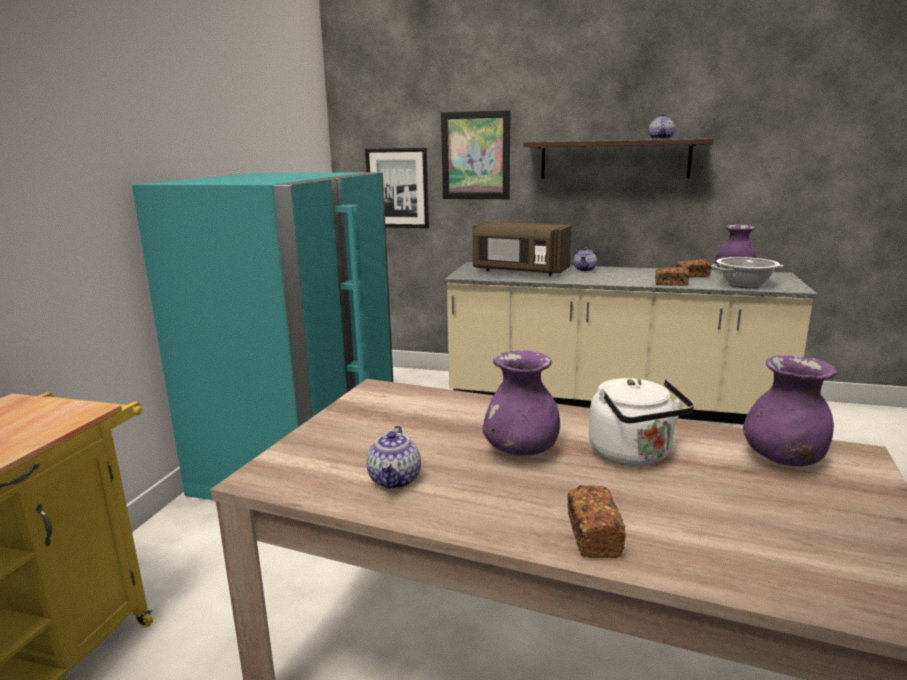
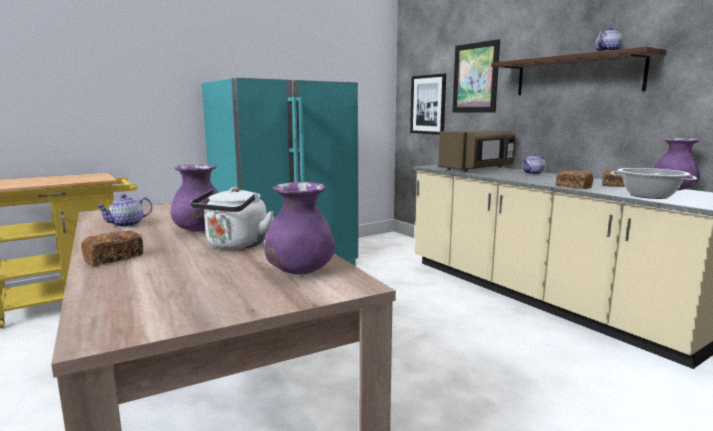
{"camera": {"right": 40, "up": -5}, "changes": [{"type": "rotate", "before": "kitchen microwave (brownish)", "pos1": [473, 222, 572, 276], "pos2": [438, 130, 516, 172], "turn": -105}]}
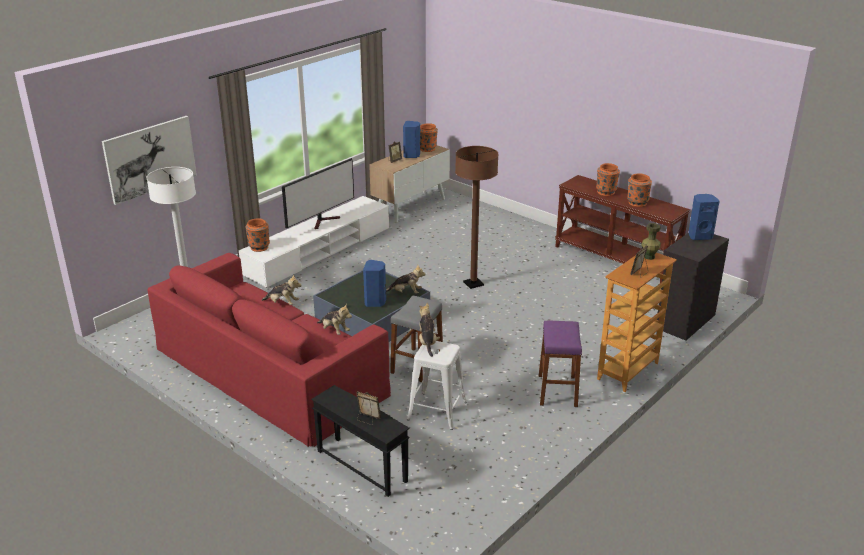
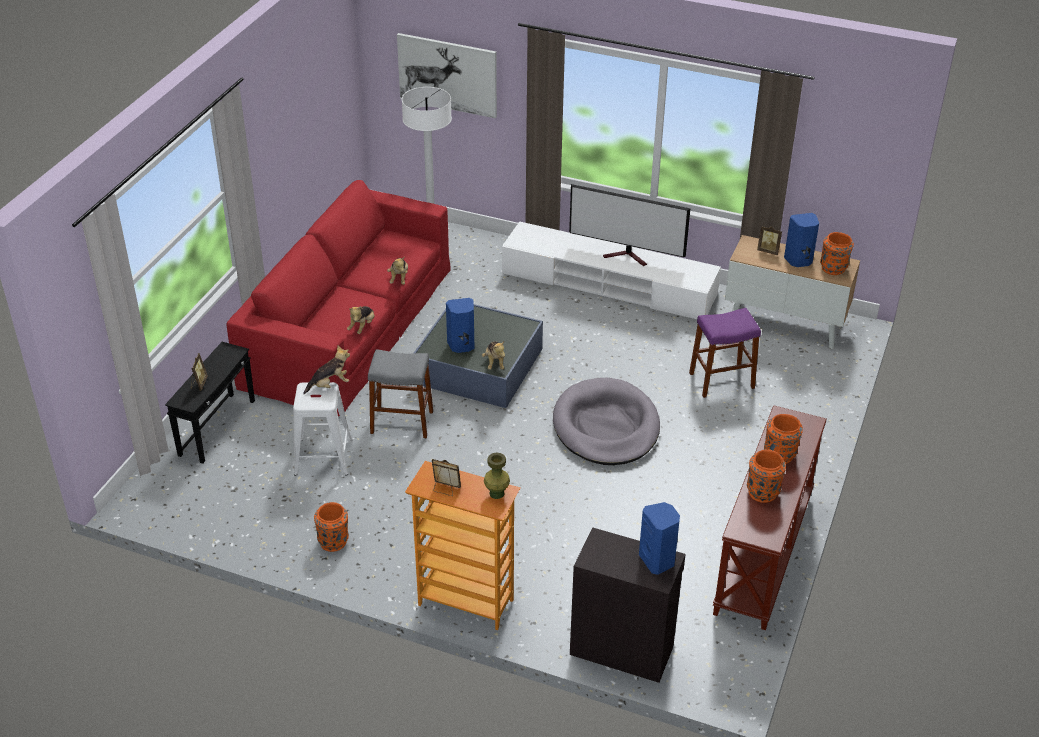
{"camera": {"right": 70, "up": 10}, "changes": [{"type": "replace", "before": "standard lamp (brownish)", "after": "pet bed (greyish)", "pos1": [455, 146, 498, 289], "pos2": [553, 377, 660, 465]}, {"type": "move", "before": "decorative vase (orange-coloured)", "pos1": [246, 218, 270, 252], "pos2": [314, 502, 349, 552]}, {"type": "move", "before": "stool seat (purplish)", "pos1": [539, 320, 582, 407], "pos2": [689, 308, 761, 398]}]}
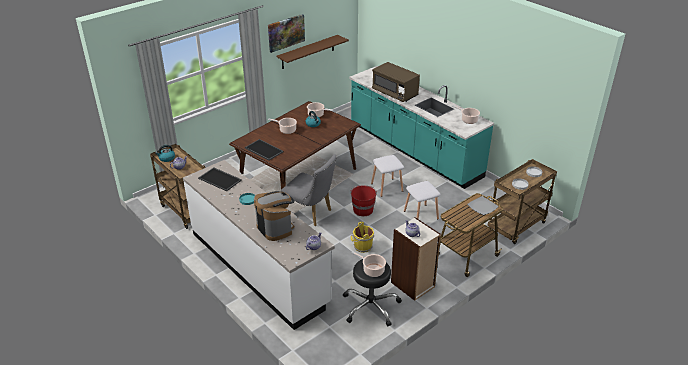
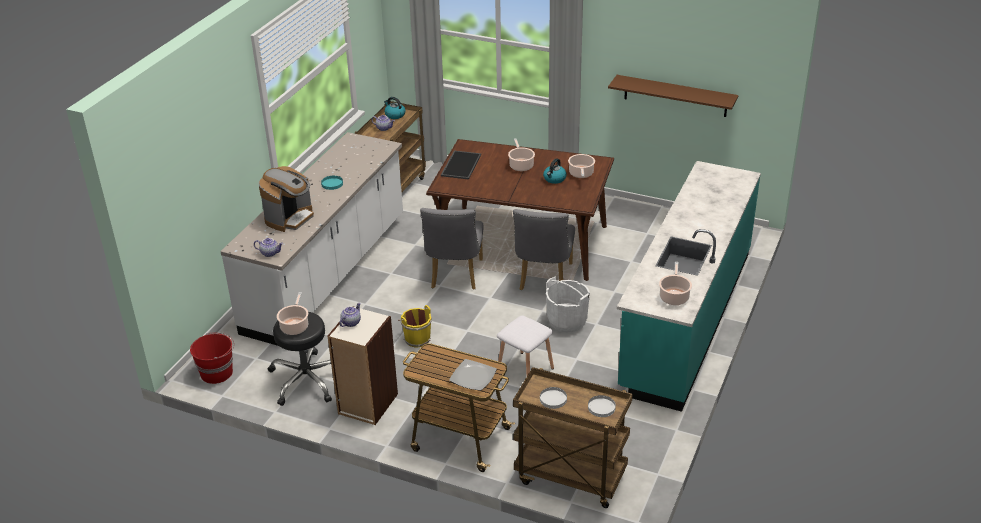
{"camera": {"right": 65, "up": 0}, "changes": [{"type": "delete", "before": "wall art", "pos1": [268, 14, 305, 53]}, {"type": "delete", "before": "kitchen microwave (brownish)", "pos1": [372, 62, 420, 102]}, {"type": "replace", "before": "stool seat (whitish)", "after": "water bucket (whitish)", "pos1": [371, 155, 404, 197], "pos2": [546, 277, 590, 333]}, {"type": "delete", "before": "tray", "pos1": [198, 167, 242, 191]}, {"type": "move", "before": "water bucket (red-coloured)", "pos1": [350, 185, 377, 216], "pos2": [190, 332, 234, 384]}, {"type": "insert", "after": "upright chair (greyish)", "pos2": [513, 209, 575, 290]}]}
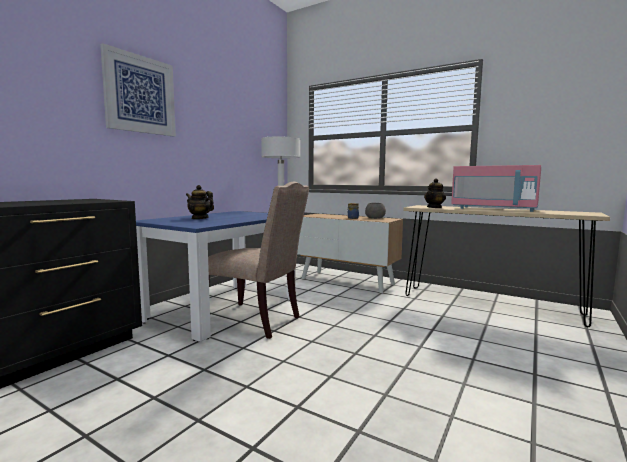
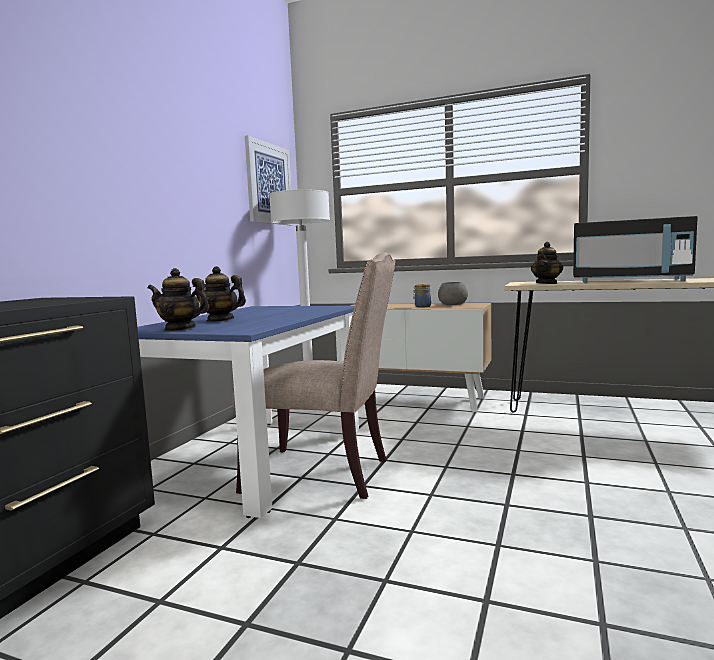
{"camera": {"right": -10, "up": 0}, "changes": [{"type": "move", "before": "wall art", "pos1": [100, 43, 176, 137], "pos2": [245, 135, 293, 225]}, {"type": "recolor", "before": "kitchen microwave (pinkish)", "after": "kitchen microwave (black)", "pos1": [451, 165, 541, 212], "pos2": [573, 216, 698, 283]}, {"type": "insert", "after": "pot for tea", "pos2": [148, 268, 209, 331]}]}
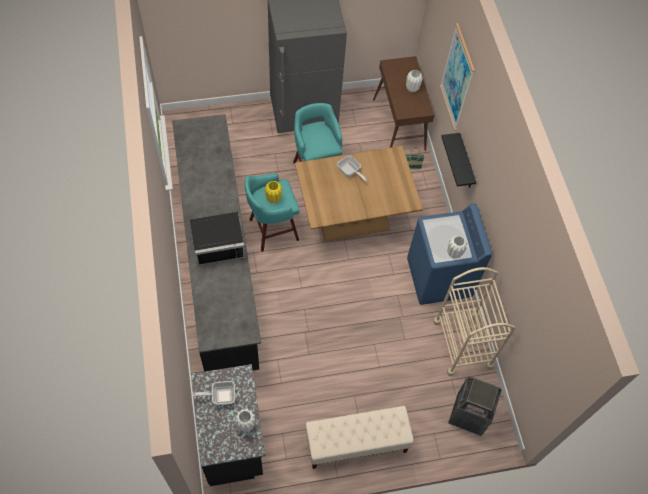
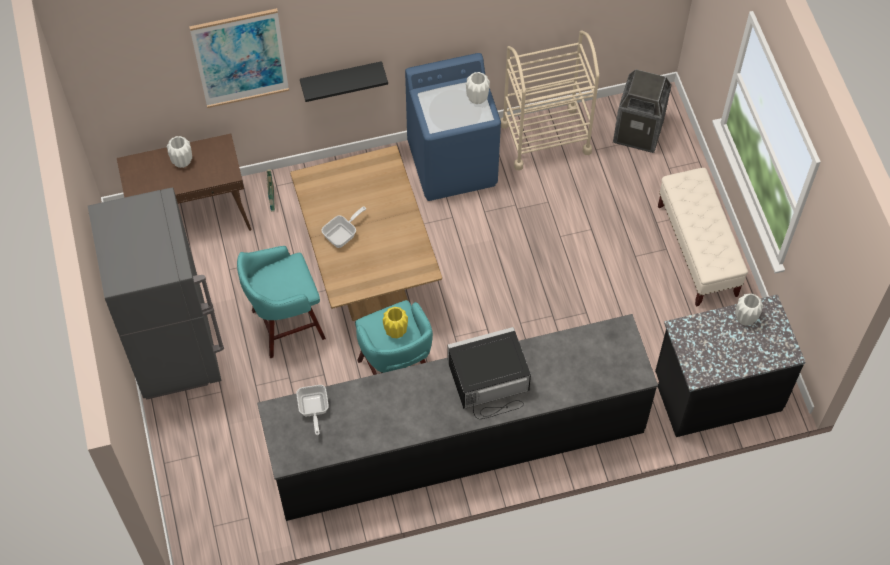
{"camera": {"right": -90, "up": 0}, "changes": [{"type": "rotate", "before": "kitchen microwave (black)", "pos1": [190, 212, 246, 266], "pos2": [448, 327, 531, 419], "turn": -90}, {"type": "move", "before": "frying pan", "pos1": [193, 381, 235, 405], "pos2": [296, 385, 329, 435]}]}
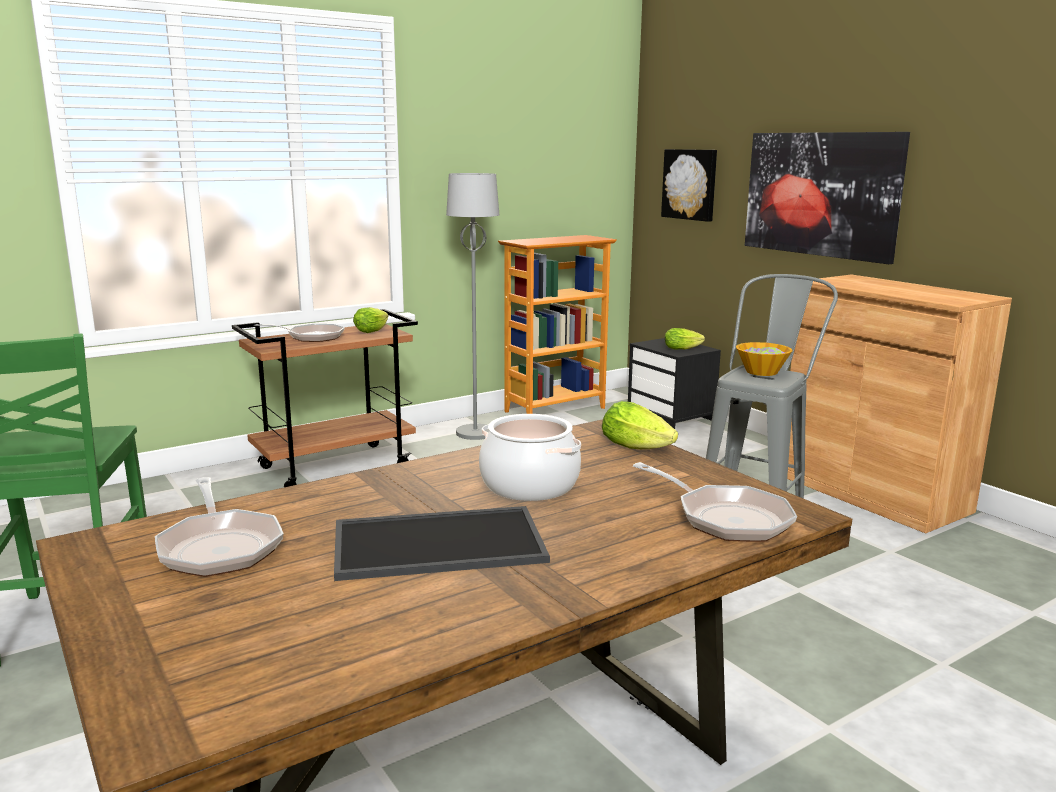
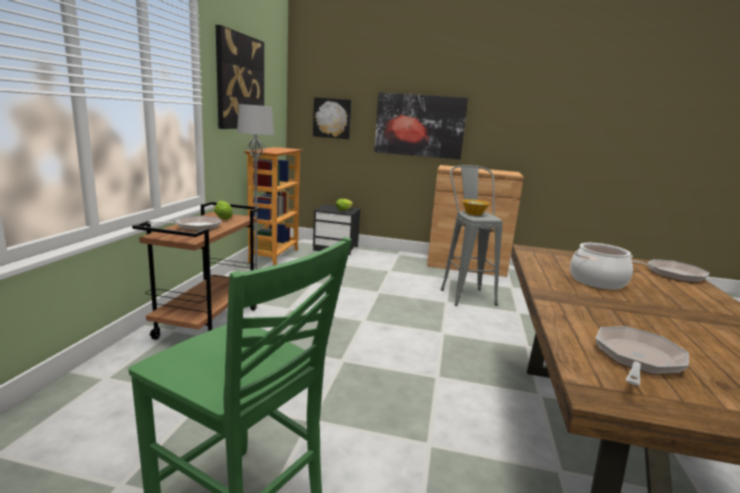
{"camera": {"right": -45, "up": 0}, "changes": [{"type": "delete", "before": "head of lettuce", "pos1": [602, 401, 678, 449]}, {"type": "rotate", "before": "frying pan", "pos1": [155, 477, 284, 577], "pos2": [596, 327, 689, 386], "turn": -75}, {"type": "delete", "before": "tray", "pos1": [334, 506, 550, 581]}, {"type": "insert", "after": "wall art", "pos2": [216, 25, 264, 129]}]}
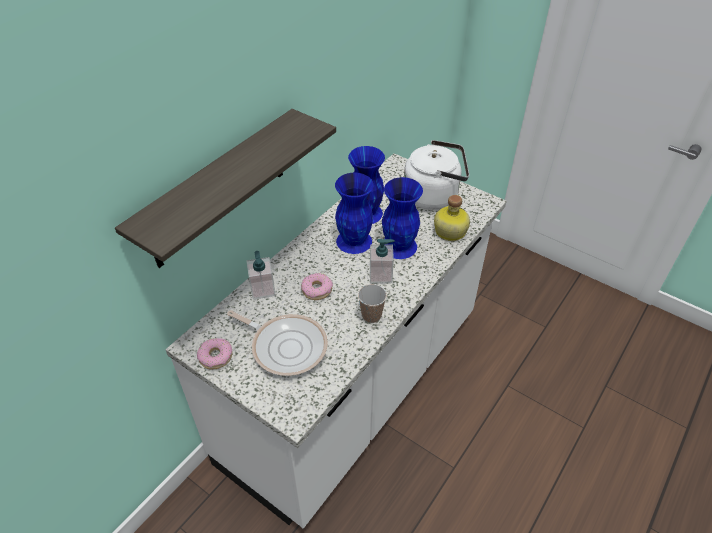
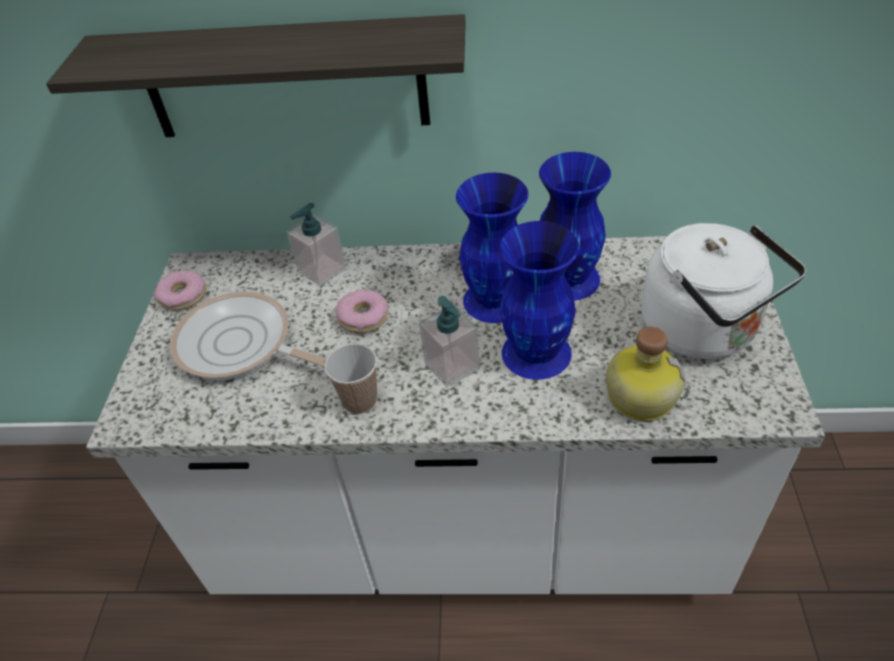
{"camera": {"right": 60, "up": 0}, "changes": [{"type": "rotate", "before": "frying pan", "pos1": [227, 310, 328, 376], "pos2": [170, 291, 327, 380], "turn": 120}]}
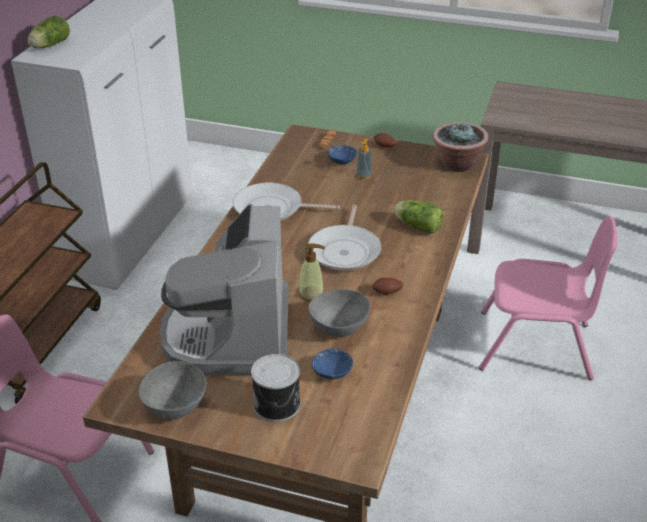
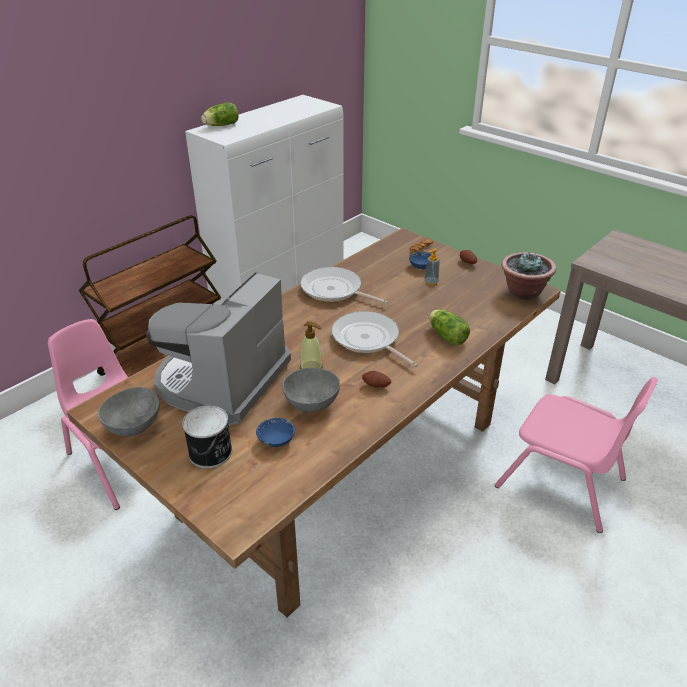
{"camera": {"right": 25, "up": 0}, "changes": [{"type": "rotate", "before": "frying pan", "pos1": [308, 205, 381, 271], "pos2": [332, 311, 418, 367], "turn": 105}]}
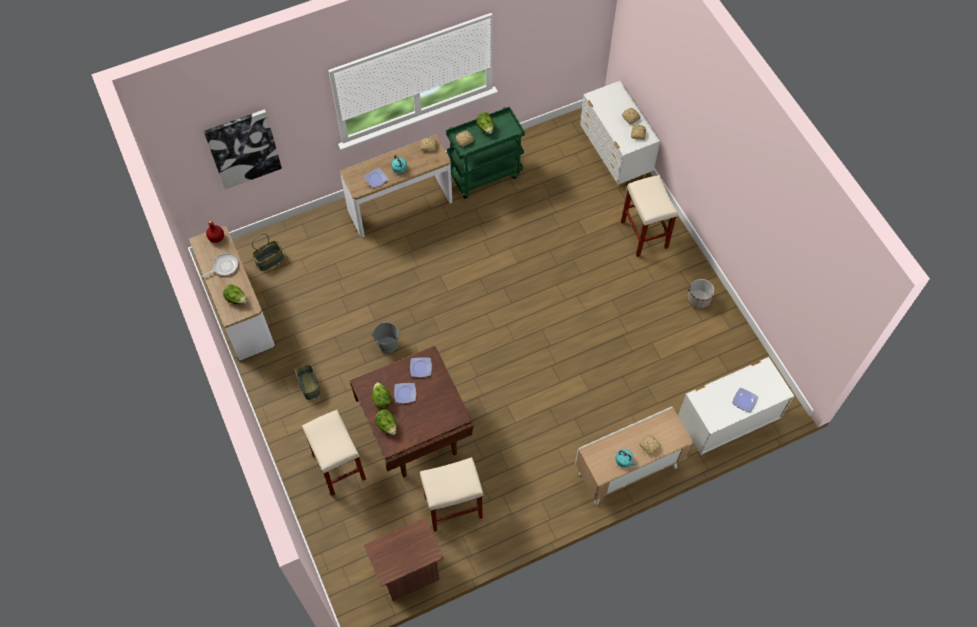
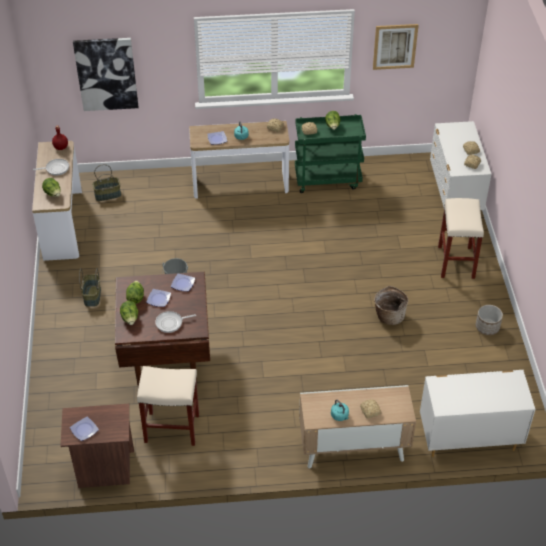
{"camera": {"right": 20, "up": -15}, "changes": [{"type": "move", "before": "dinner plate", "pos1": [732, 388, 758, 412], "pos2": [70, 416, 99, 441]}, {"type": "delete", "before": "stool seat (sand-coloured)", "pos1": [302, 410, 366, 496]}, {"type": "insert", "after": "wall art", "pos2": [373, 24, 419, 70]}, {"type": "insert", "after": "basket", "pos2": [374, 286, 408, 325]}, {"type": "insert", "after": "frying pan", "pos2": [155, 311, 196, 333]}]}
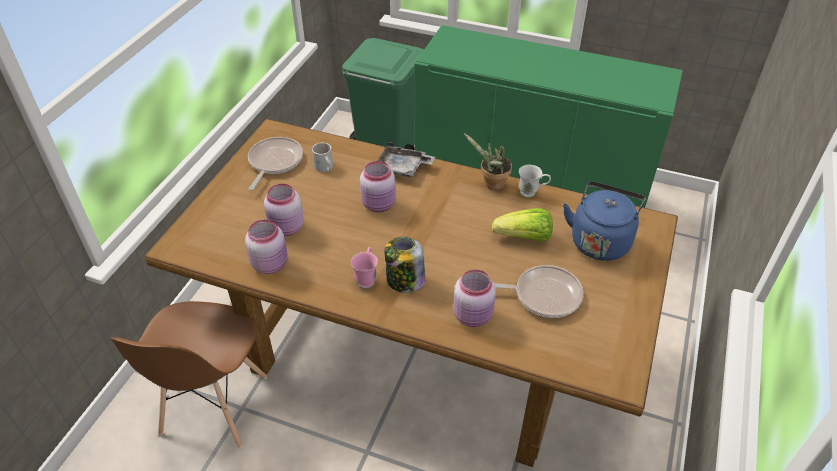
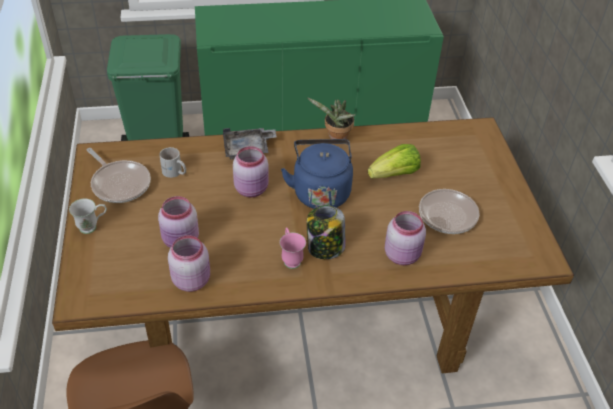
{"camera": {"right": -30, "up": 0}, "changes": [{"type": "rotate", "before": "frying pan", "pos1": [248, 137, 303, 190], "pos2": [87, 148, 151, 203], "turn": 150}, {"type": "move", "before": "coffee mug (whitish)", "pos1": [519, 165, 551, 198], "pos2": [69, 199, 107, 234]}, {"type": "move", "before": "tea kettle (blue-coloured)", "pos1": [563, 181, 646, 261], "pos2": [281, 139, 353, 209]}]}
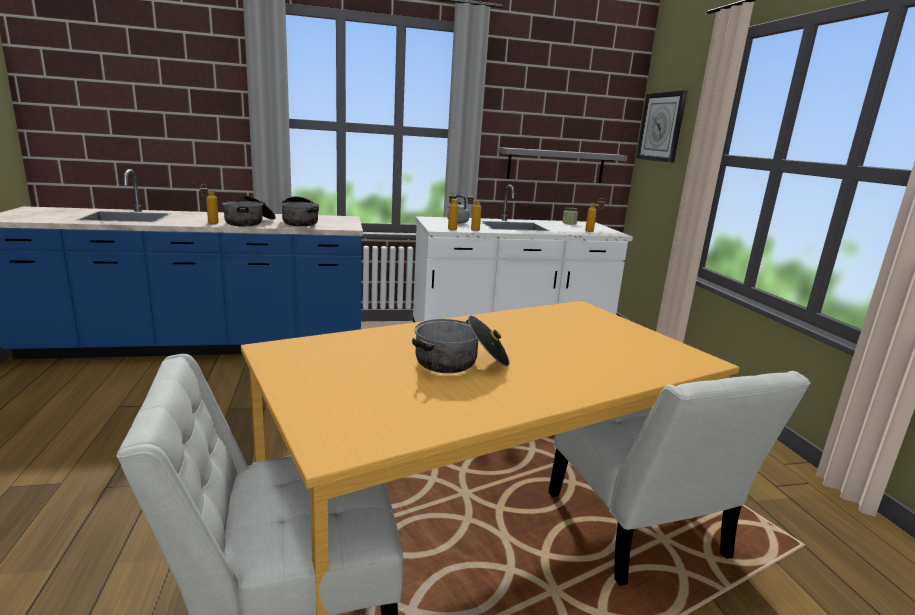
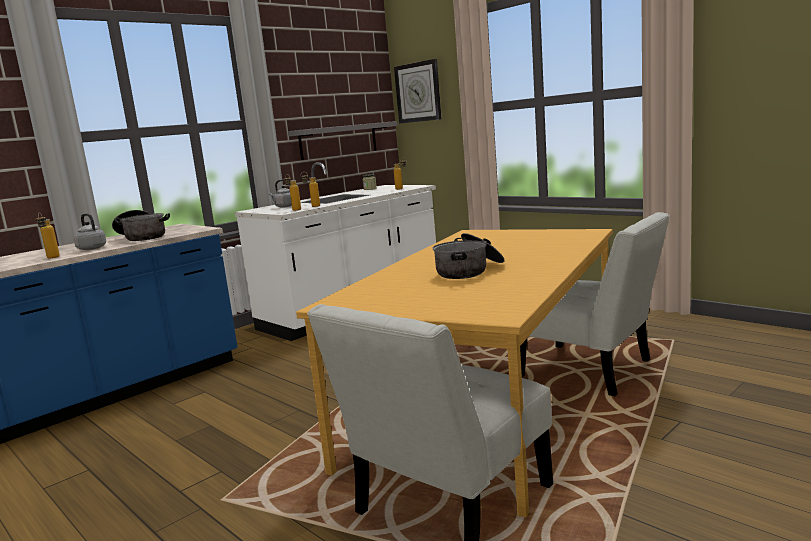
{"camera": {"right": -30, "up": -5}, "changes": [{"type": "replace", "before": "cooking pot", "after": "tea kettle (greyish)", "pos1": [222, 196, 276, 226], "pos2": [73, 214, 106, 250]}]}
